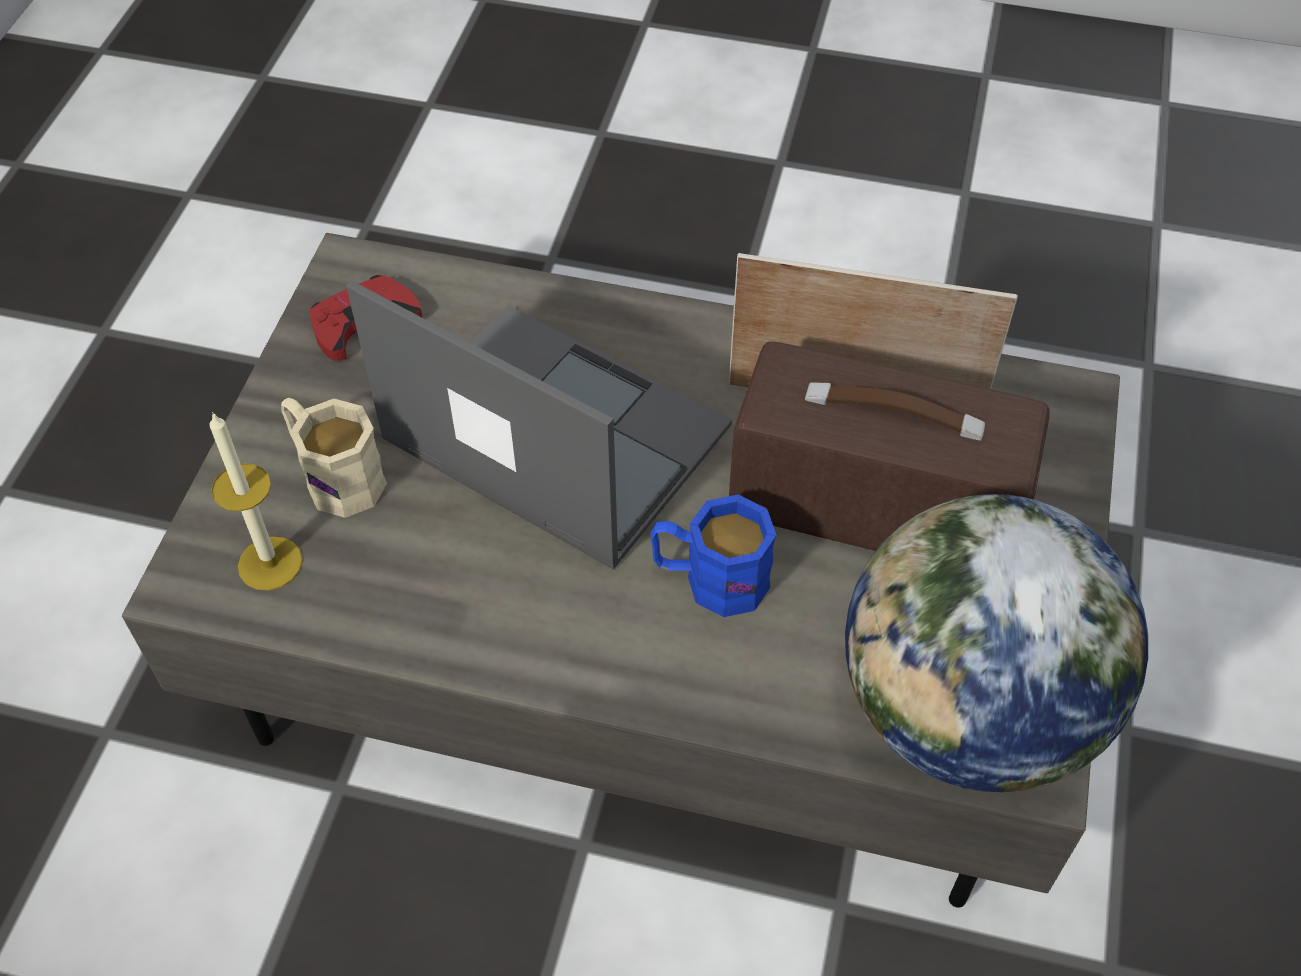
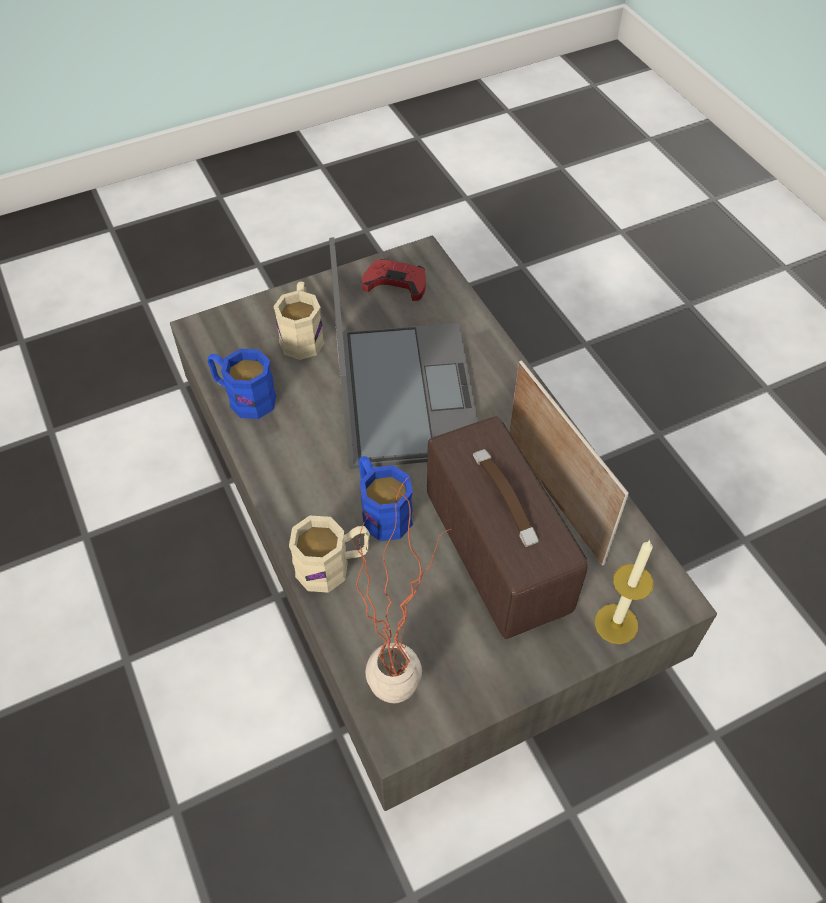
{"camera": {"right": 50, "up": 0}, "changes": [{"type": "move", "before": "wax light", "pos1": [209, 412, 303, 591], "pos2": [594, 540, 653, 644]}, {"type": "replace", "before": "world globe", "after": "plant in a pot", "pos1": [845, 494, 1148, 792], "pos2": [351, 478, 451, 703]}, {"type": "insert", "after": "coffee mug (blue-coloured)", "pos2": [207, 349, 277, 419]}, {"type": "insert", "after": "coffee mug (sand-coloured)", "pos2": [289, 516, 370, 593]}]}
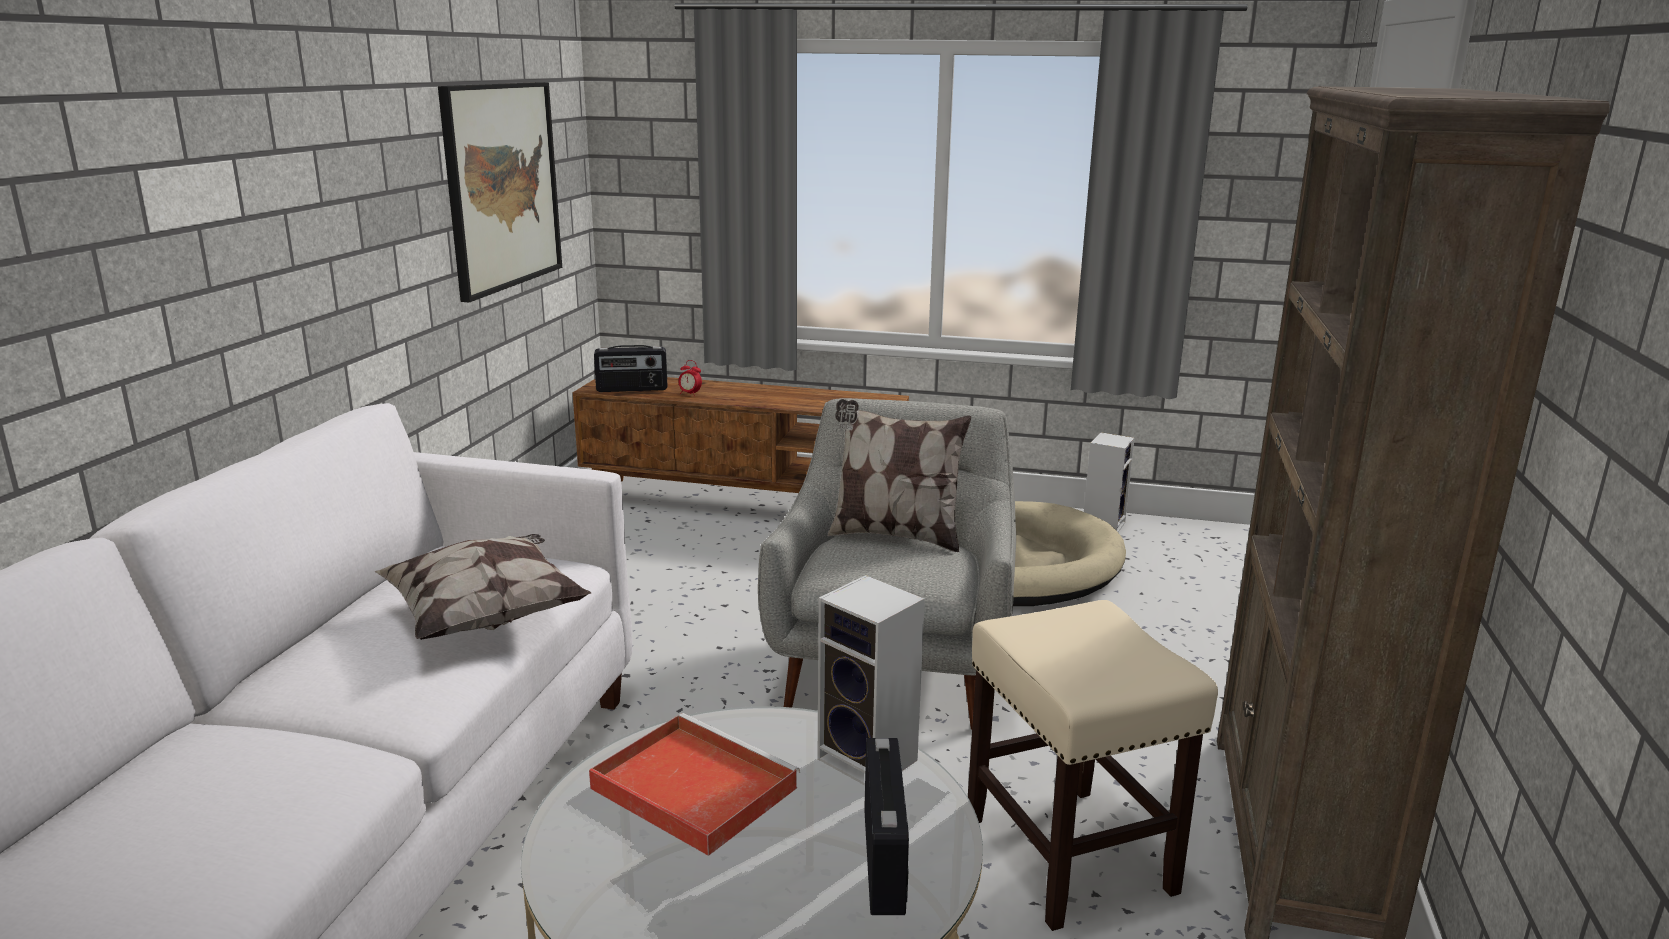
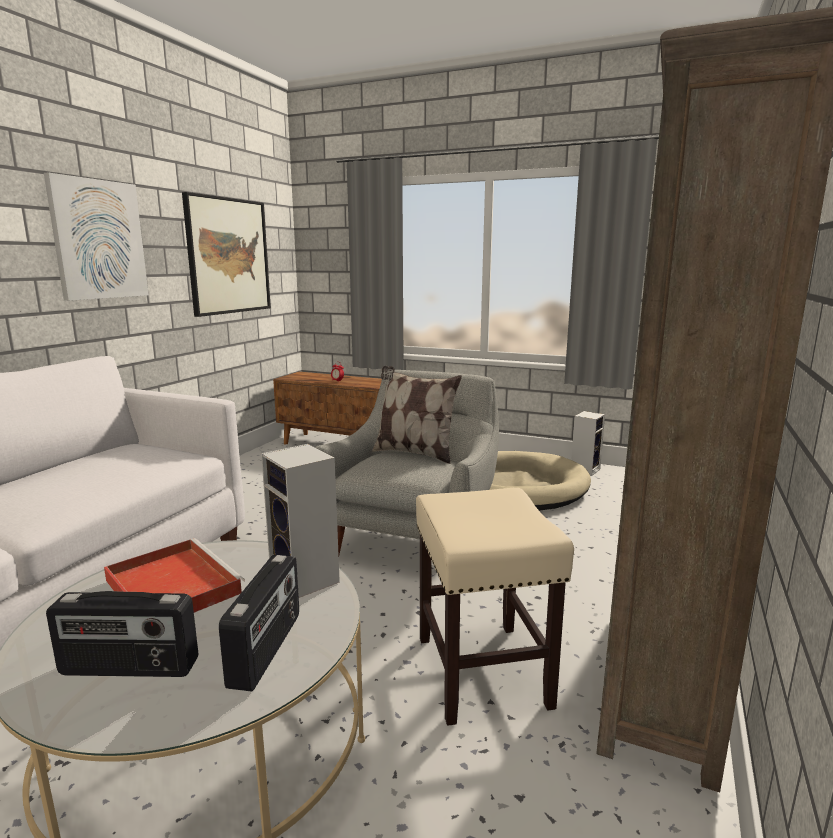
{"camera": {"right": 10, "up": -5}, "changes": [{"type": "move", "before": "radio receiver", "pos1": [594, 345, 668, 392], "pos2": [46, 591, 198, 677]}, {"type": "delete", "before": "pillow", "pos1": [374, 534, 591, 640]}, {"type": "insert", "after": "wall art", "pos2": [44, 172, 149, 301]}]}
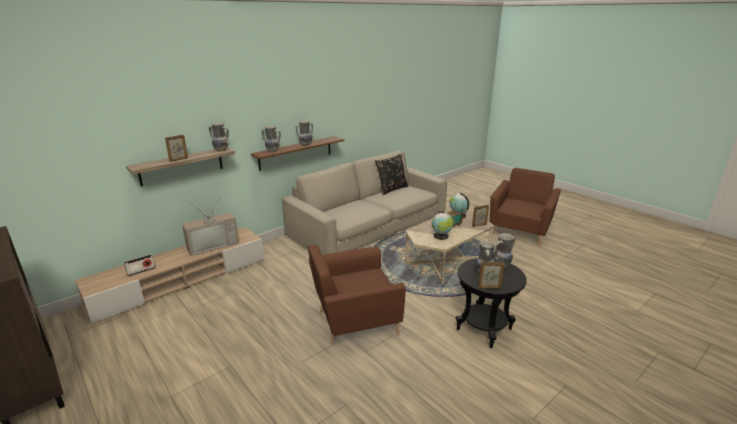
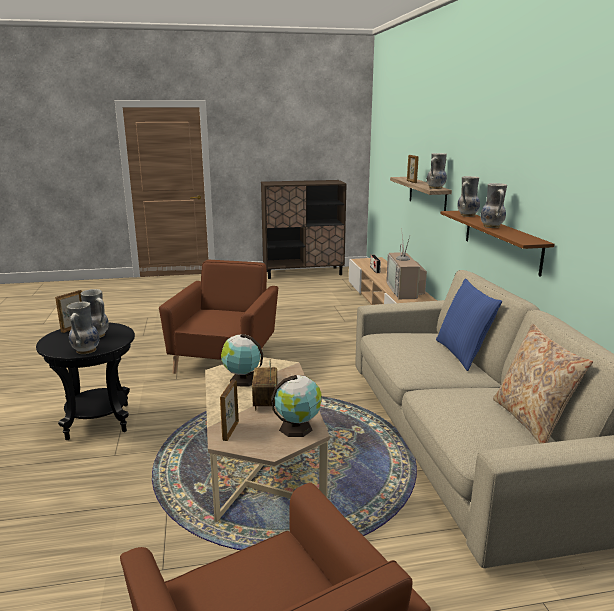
{"camera": {"right": 120, "up": -5}, "changes": [{"type": "recolor", "before": "pillow (black)", "after": "pillow (sand-coloured)", "pos1": [375, 154, 409, 195], "pos2": [493, 323, 593, 444]}, {"type": "insert", "after": "pillow (blue-coloured)", "pos2": [436, 278, 502, 371]}]}
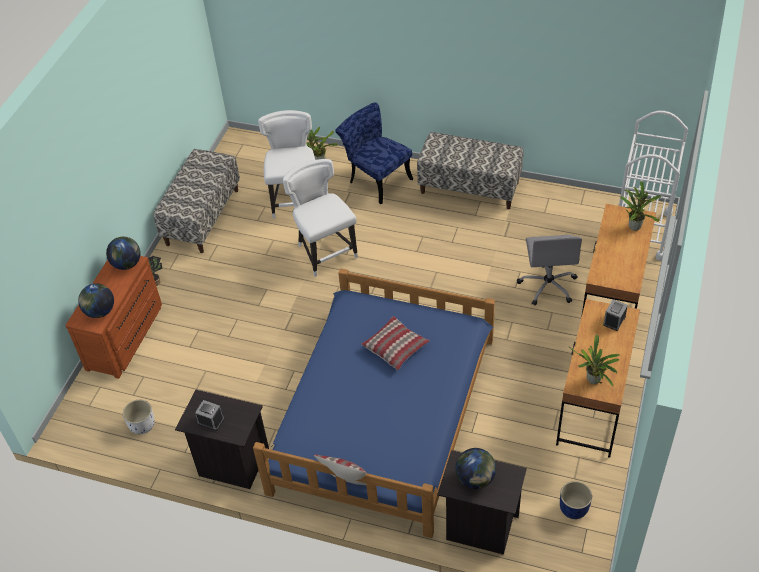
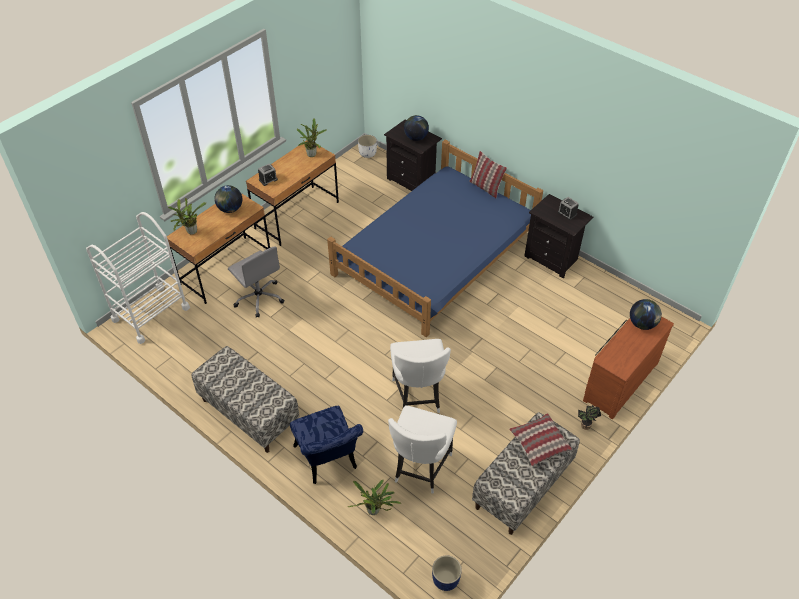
{"camera": {"right": -160, "up": 0}, "changes": [{"type": "rotate", "before": "computer chair (greyish)", "pos1": [516, 235, 582, 305], "pos2": [228, 246, 285, 318], "turn": 120}, {"type": "move", "before": "world globe", "pos1": [106, 237, 141, 270], "pos2": [214, 185, 242, 213]}, {"type": "move", "before": "pillow", "pos1": [361, 316, 429, 370], "pos2": [509, 413, 573, 466]}, {"type": "move", "before": "planter (whitish)", "pos1": [123, 400, 155, 434], "pos2": [358, 135, 377, 158]}, {"type": "move", "before": "planter (blue-coloured)", "pos1": [560, 481, 592, 519], "pos2": [432, 556, 462, 591]}]}
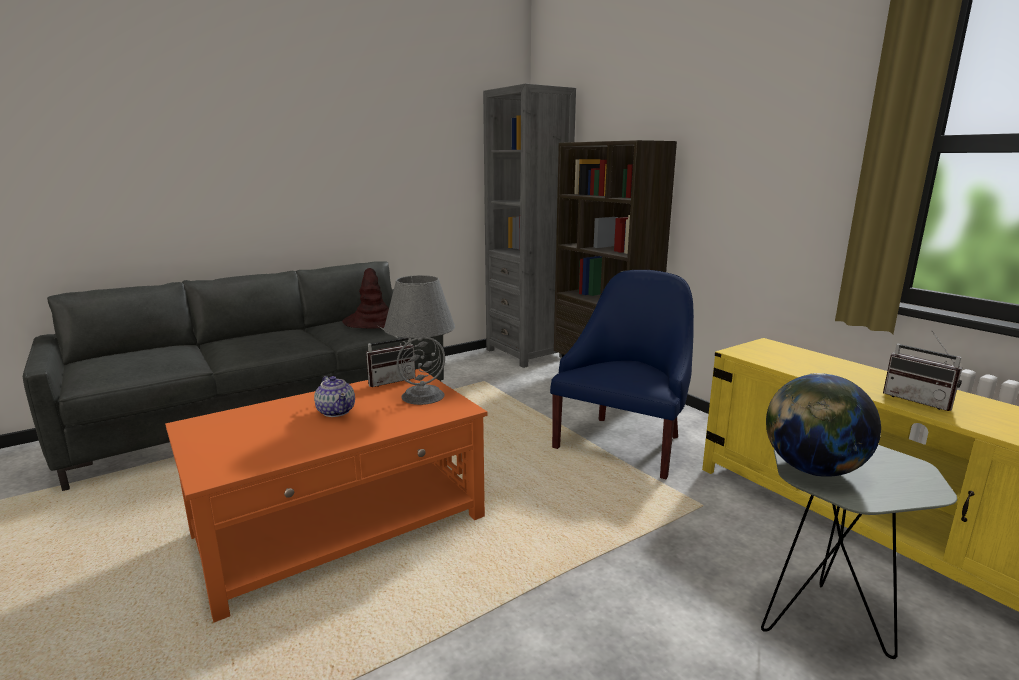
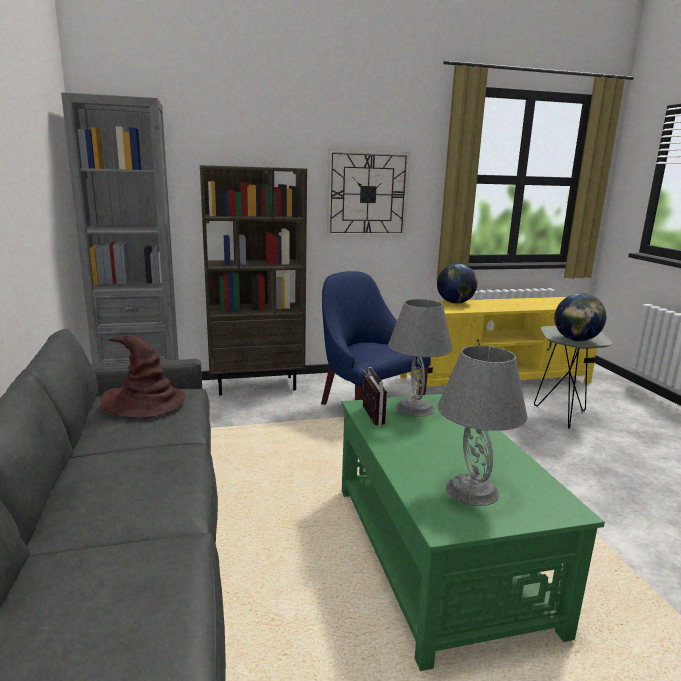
{"camera": {"right": -70, "up": 0}, "changes": [{"type": "delete", "before": "radio receiver", "pos1": [883, 331, 962, 411]}, {"type": "recolor", "before": "lounge table (orange-coloured)", "after": "lounge table (green-coloured)", "pos1": [165, 369, 487, 623], "pos2": [341, 394, 605, 671]}, {"type": "delete", "before": "pot for tea", "pos1": [314, 376, 355, 417]}, {"type": "insert", "after": "wall clock", "pos2": [327, 149, 410, 236]}, {"type": "insert", "after": "world globe", "pos2": [437, 263, 477, 304]}, {"type": "insert", "after": "lamp for a table (greyish)", "pos2": [438, 345, 528, 506]}]}
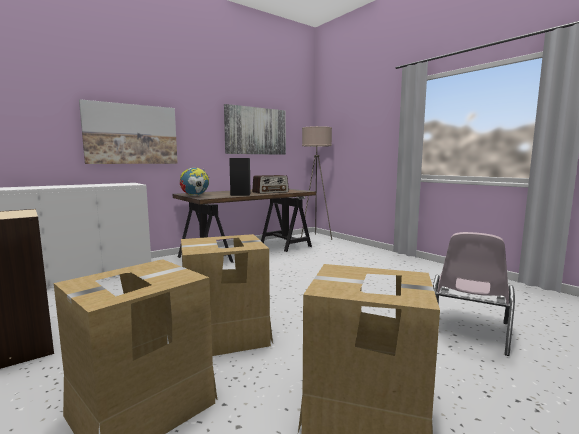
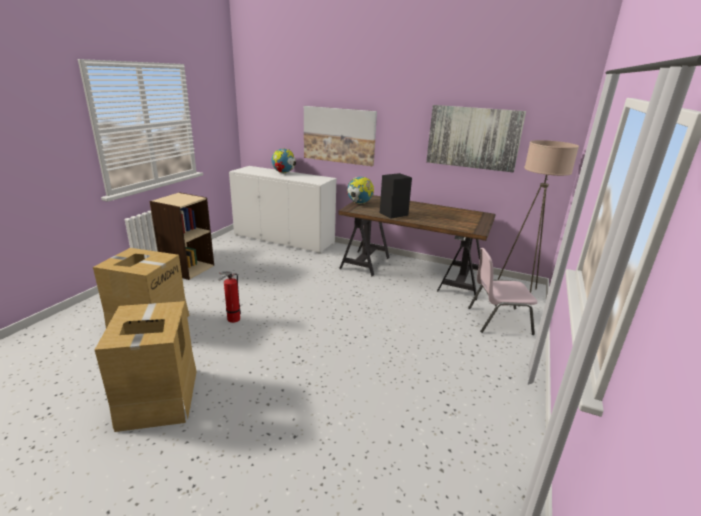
{"camera": {"right": 60, "up": 15}, "changes": [{"type": "delete", "before": "radio receiver", "pos1": [252, 175, 289, 194]}, {"type": "move", "before": "upright chair (pinkish)", "pos1": [433, 232, 515, 356], "pos2": [468, 248, 538, 335]}, {"type": "replace", "before": "carton", "after": "fire extinguisher", "pos1": [181, 234, 273, 356], "pos2": [218, 271, 241, 323]}, {"type": "insert", "after": "world globe", "pos2": [272, 149, 296, 173]}]}
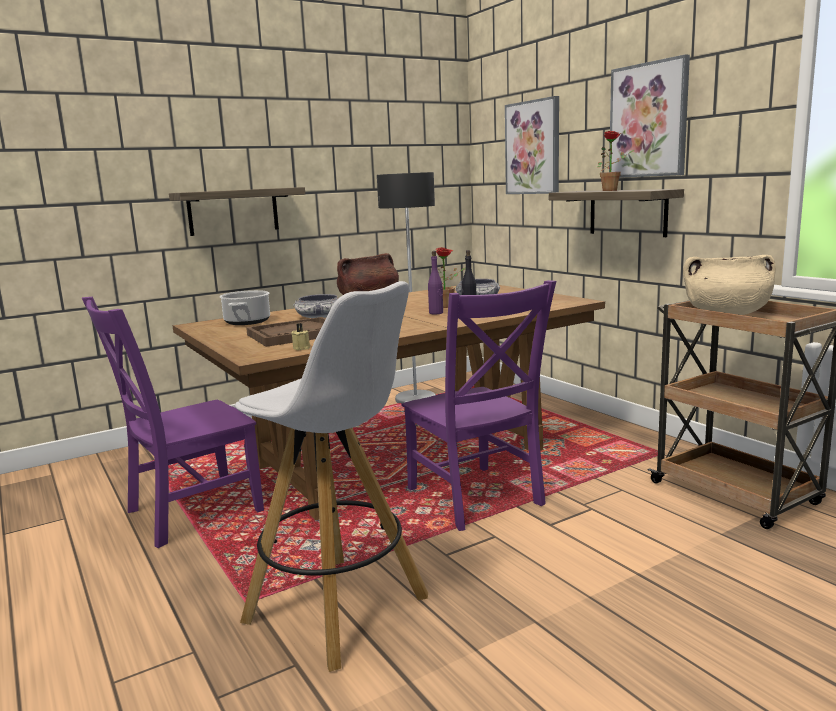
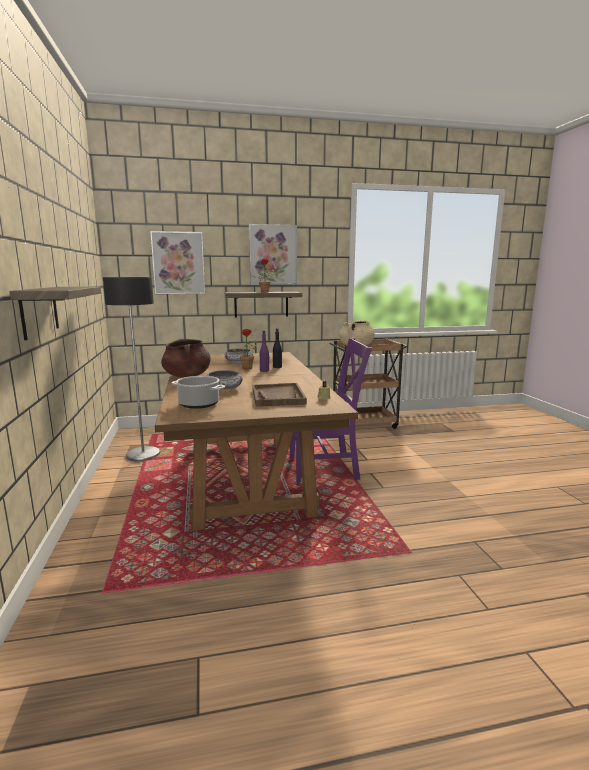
{"camera": {"right": -70, "up": 0}, "changes": [{"type": "delete", "before": "stool seat (whitish)", "pos1": [235, 281, 428, 672]}, {"type": "delete", "before": "upright chair (purplish)", "pos1": [82, 297, 264, 548]}]}
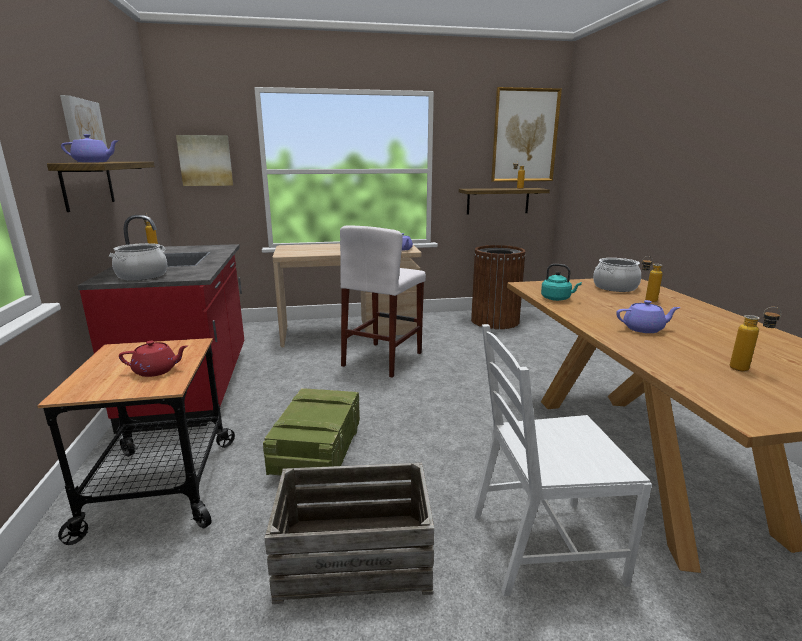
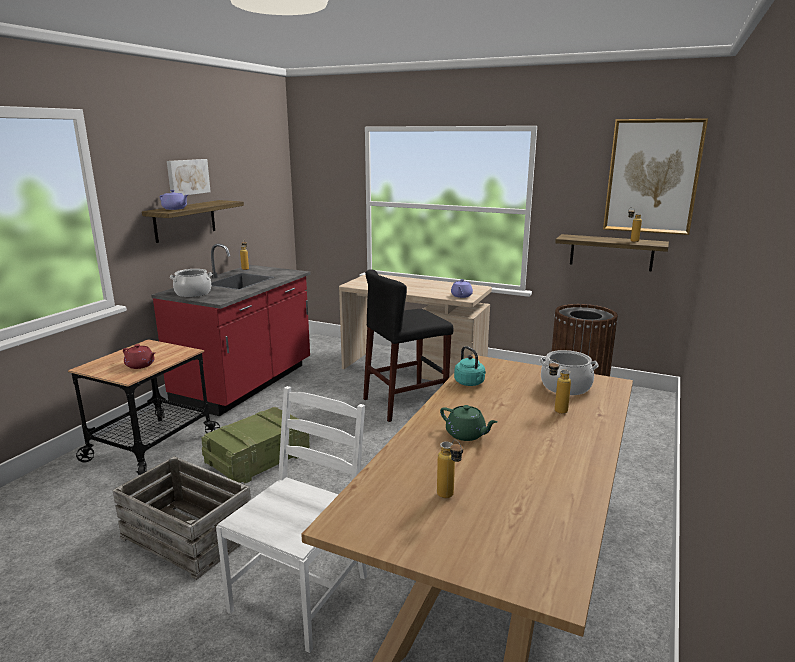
{"camera": {"right": 35, "up": 0}, "changes": [{"type": "delete", "before": "wall art", "pos1": [176, 135, 233, 186]}, {"type": "recolor", "before": "stool seat (whitish)", "after": "stool seat (black)", "pos1": [340, 225, 426, 378], "pos2": [363, 269, 454, 422]}, {"type": "recolor", "before": "pot for tea (purplish)", "after": "pot for tea (green-coloured)", "pos1": [616, 300, 681, 333], "pos2": [440, 405, 497, 441]}, {"type": "rotate", "before": "upright chair (whitish)", "pos1": [473, 324, 652, 596], "pos2": [216, 386, 367, 653], "turn": 90}]}
